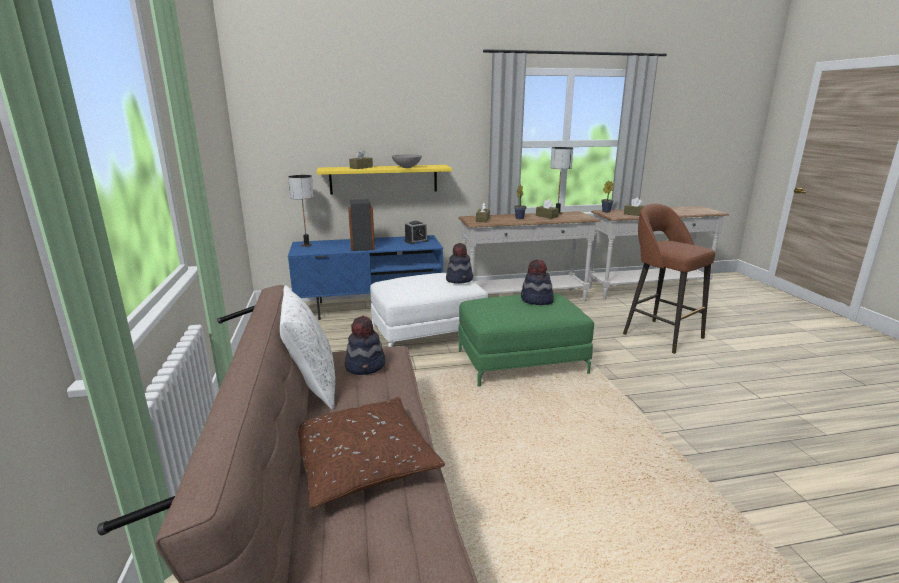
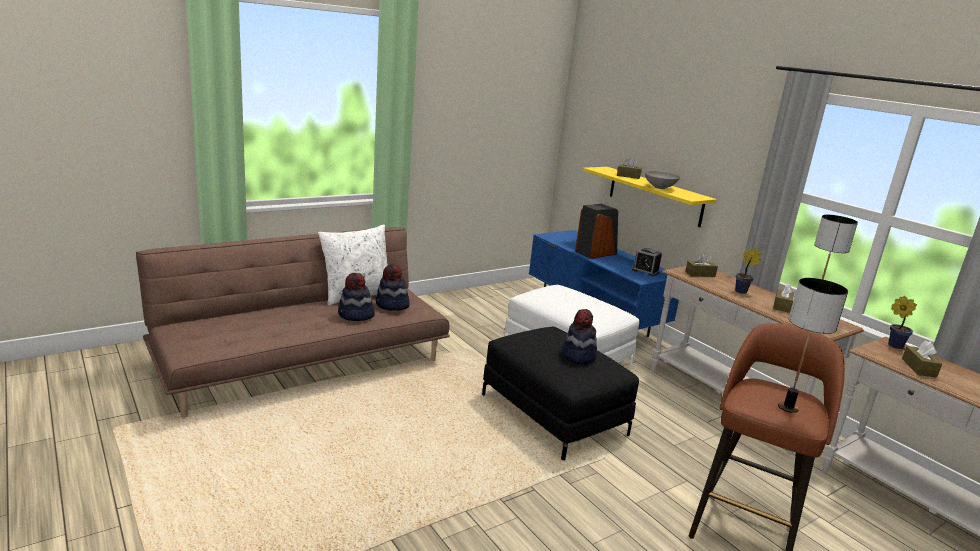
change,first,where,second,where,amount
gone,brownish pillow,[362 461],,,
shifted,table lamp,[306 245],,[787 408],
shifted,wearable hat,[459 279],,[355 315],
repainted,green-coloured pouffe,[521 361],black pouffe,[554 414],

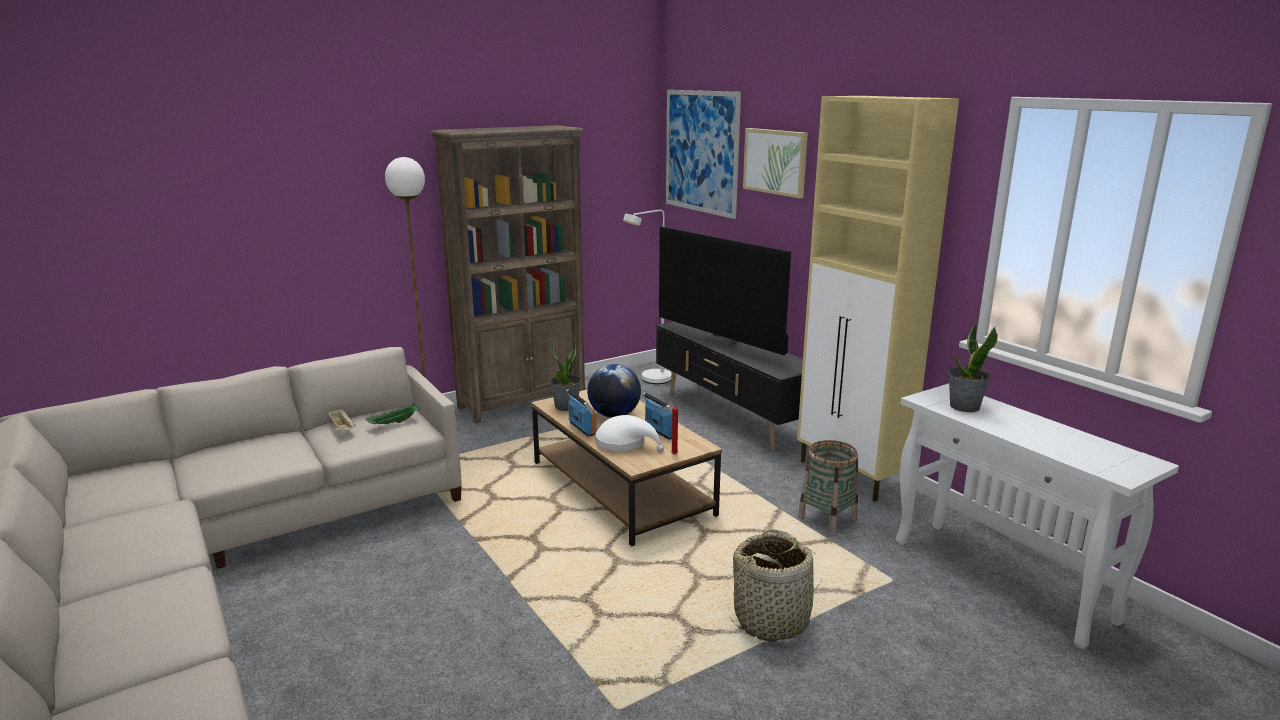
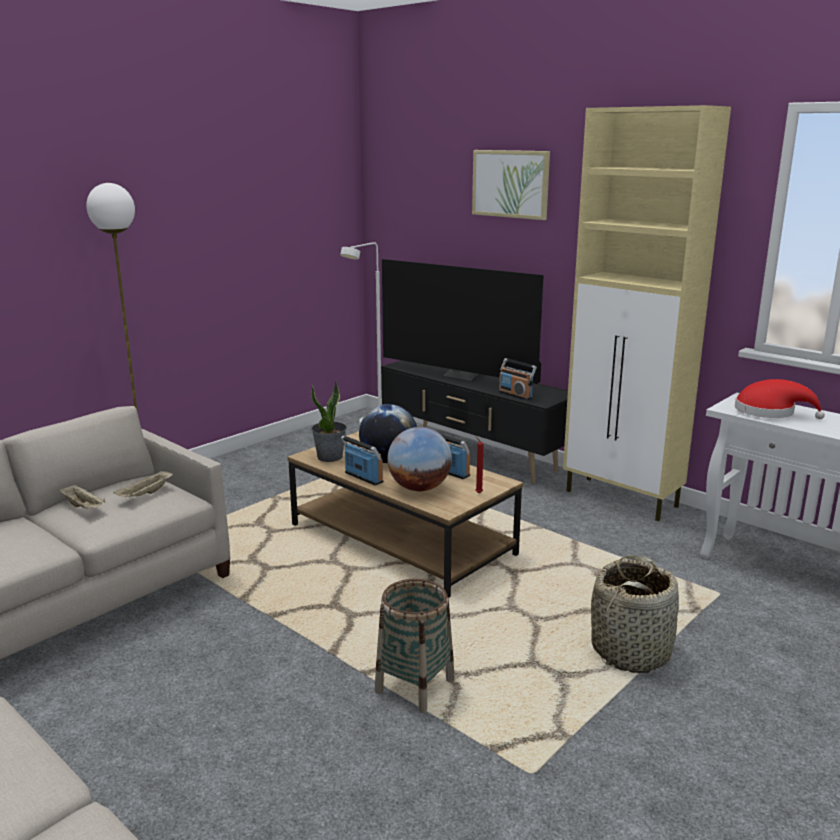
change,first,where,second,where,amount
gone,brownish shelving unit,[523 402],,,
gone,wall picture,[701 152],,,
new,,,radio set,[515 395],
shifted,basket,[827 518],,[414 686],
swapped,white wearable hat,[624 443],world globe,[419 488],
swapped,plant in a pot,[964 407],red-coloured wearable hat,[769 412],
repainted,green-coloured carrying tray,[394 423],beige carrying tray,[145 494],

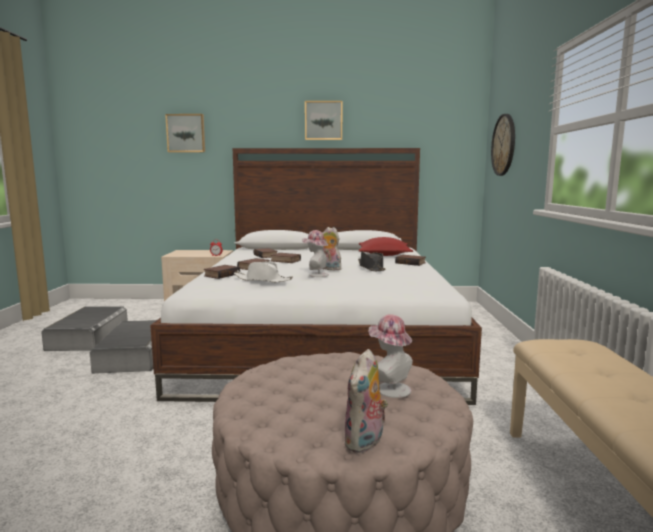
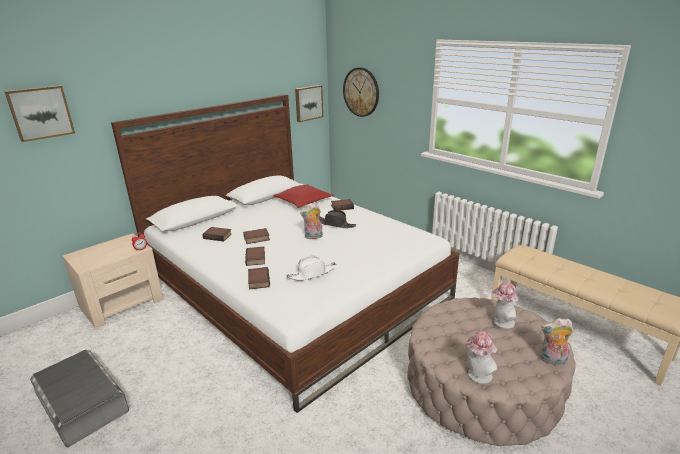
change,first,where,second,where,amount
gone,gray storage bin,[135 355],,,
shifted,wearable hat,[316 275],,[477 376],
shifted,wall picture,[323 120],,[308 103],
rotated,cuddly toy,[365 443],,[552 360],120 degrees clockwise

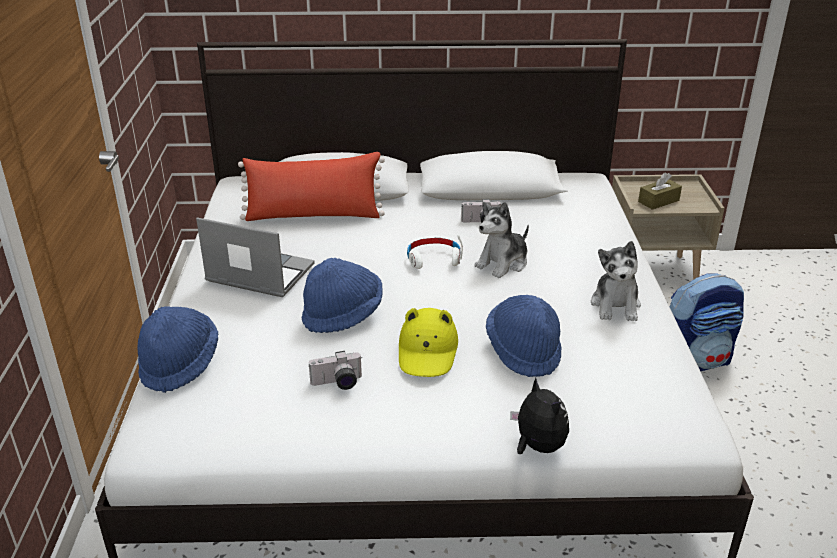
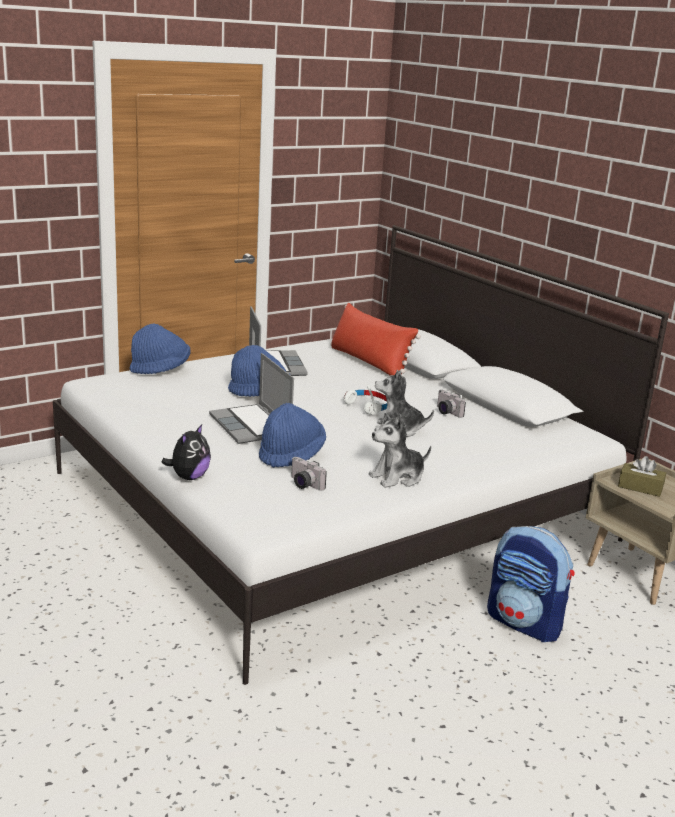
change,first,where,second,where,amount
shifted,still camera,[337 383],,[303 484],
swapped,yellowish wearable hat,[428 351],notebook computer,[252 426],

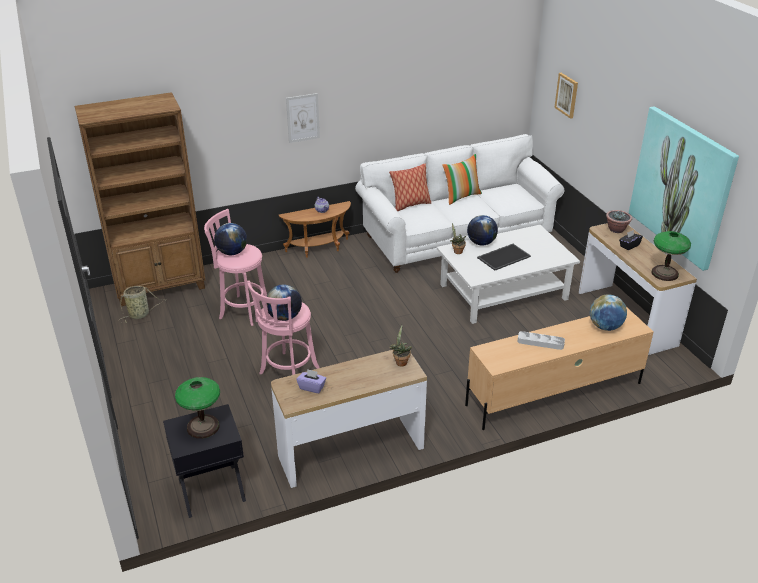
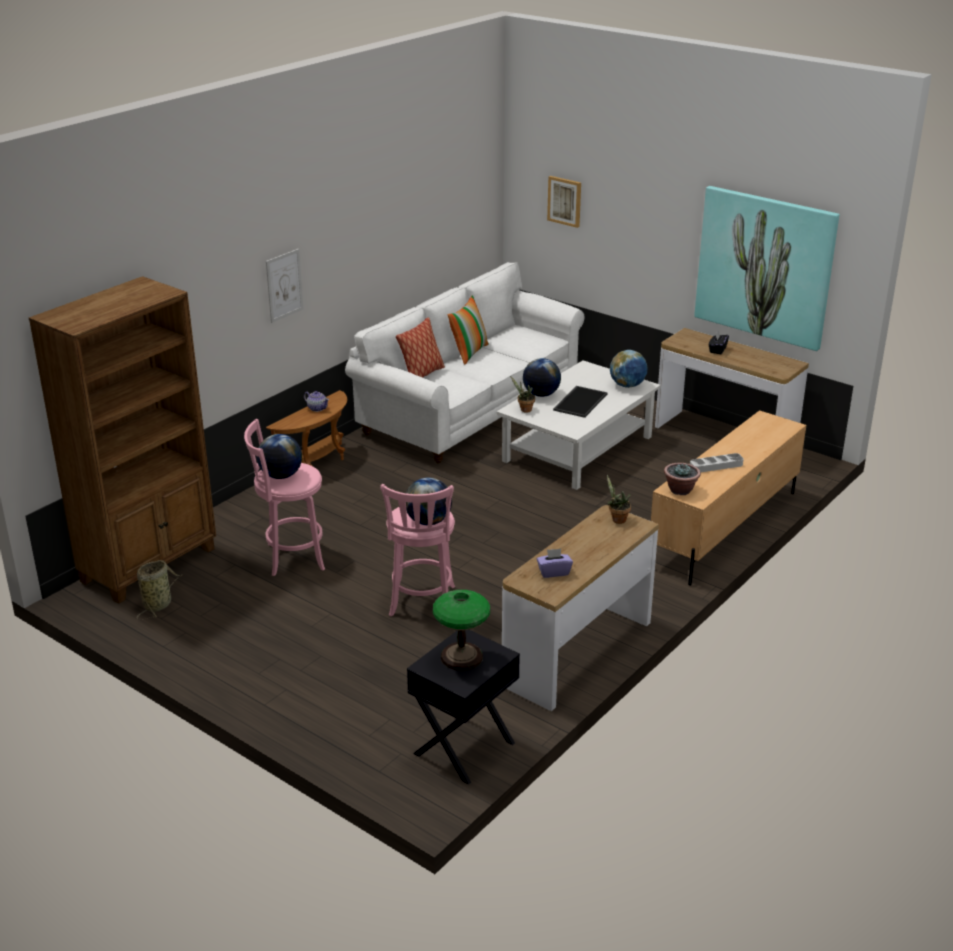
change,first,where,second,where,amount
gone,table lamp,[664 273],,,
shifted,world globe,[605 327],,[627 385],
shifted,plant in a pot,[616 229],,[680 490],

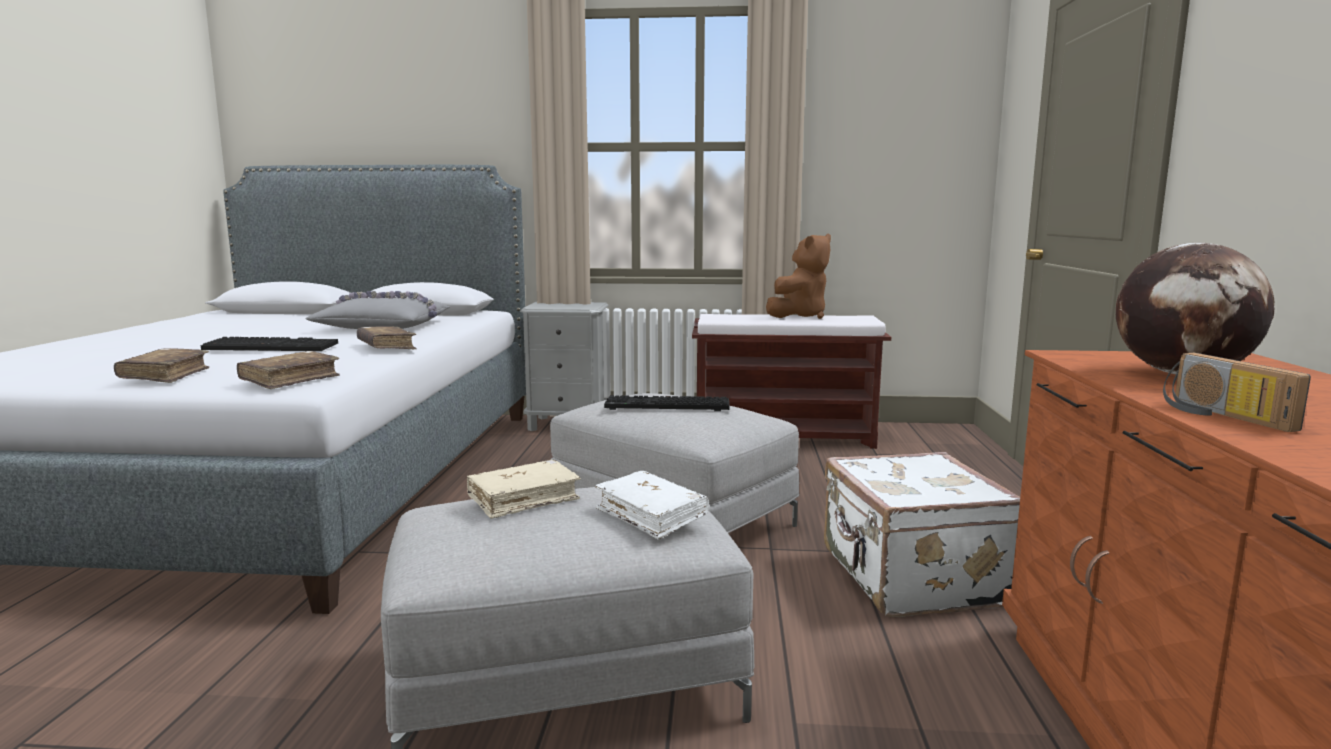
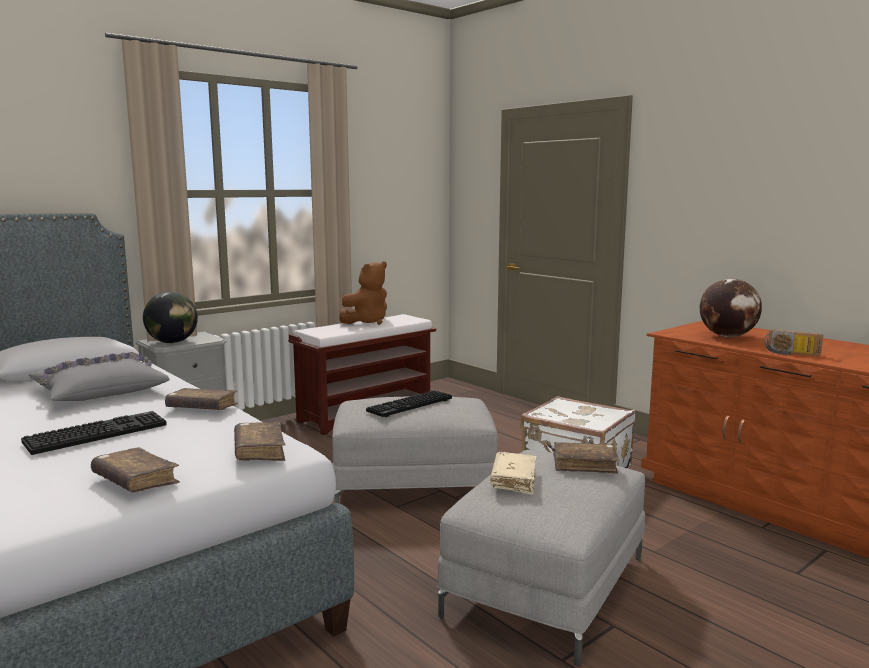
change,first,where,second,where,amount
new,,,world globe,[172 342],
repainted,white book,[651 515],brownish book,[584 465],
rotated,brownish cuddly toy,[799 316],,[366 322],45 degrees clockwise

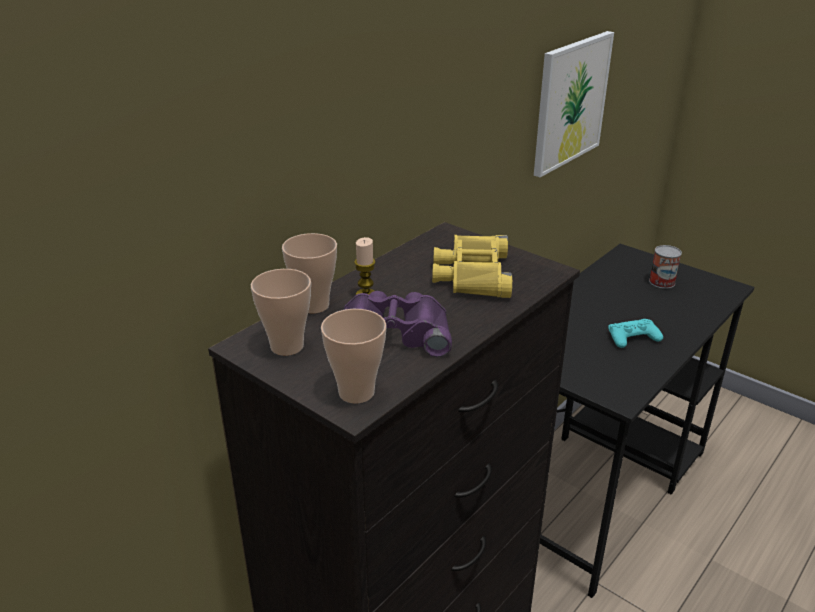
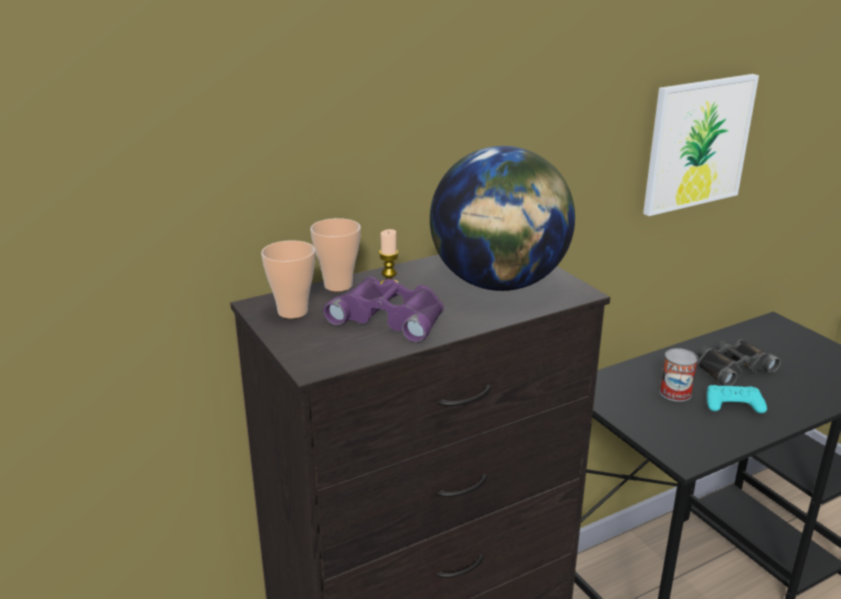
change,first,where,second,where,amount
gone,drinking cup,[356 392],,,
new,,,black binoculars,[731 367],
shifted,can,[662 282],,[675 393],
swapped,yellowish binoculars,[472 274],world globe,[499 284],

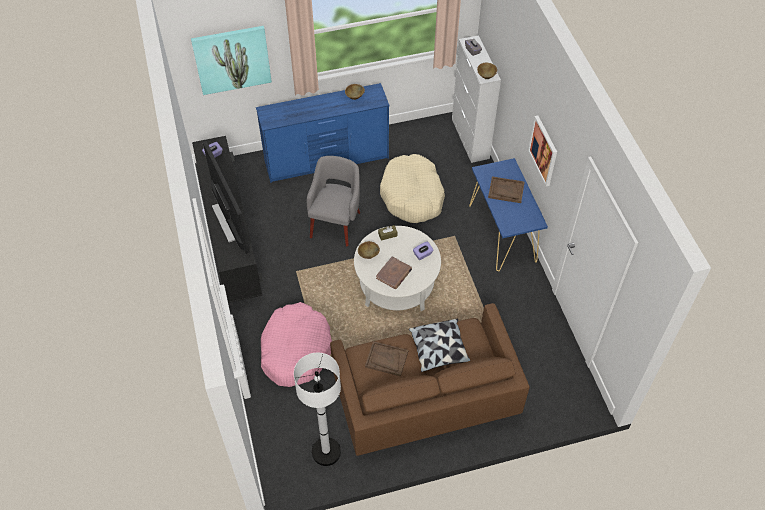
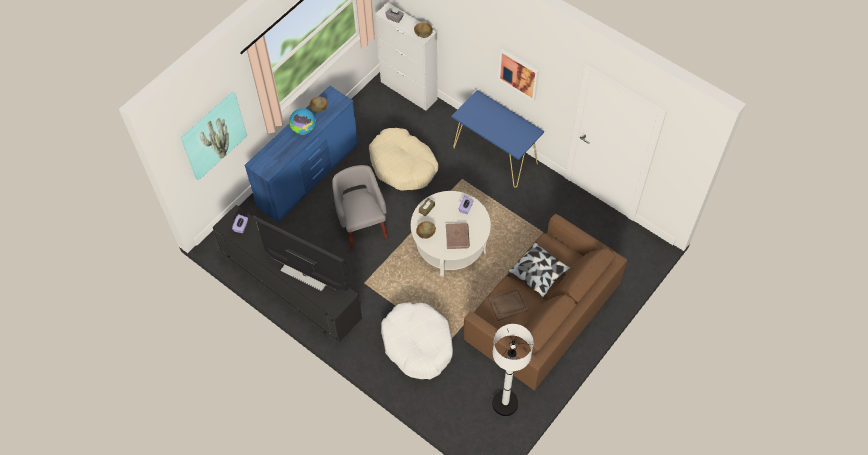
change,first,where,second,where,amount
gone,brownish carrying tray,[506 190],,,
new,,,world globe,[303 129],
repainted,pink pet bed,[295 350],white pet bed,[417 344],

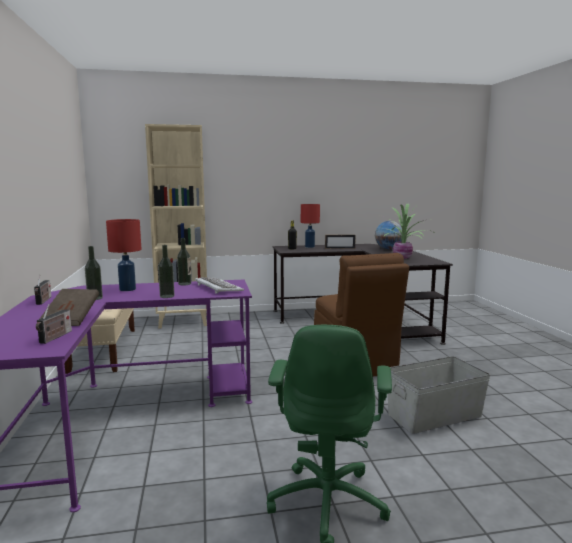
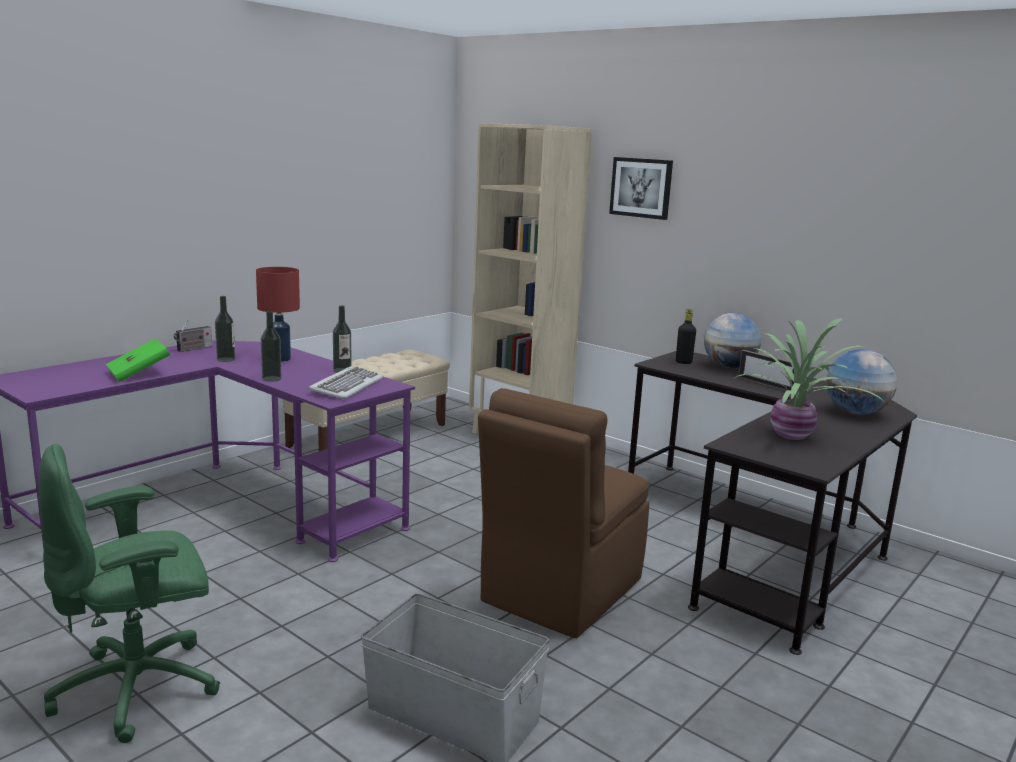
change,first,where,second,where,amount
gone,radio set,[55 337],,,
new,,,wall picture,[641 187],
swapped,red-coloured table lamp,[310 247],world globe,[729 367],
repainted,brownish book,[72 319],green-coloured book,[139 374],

